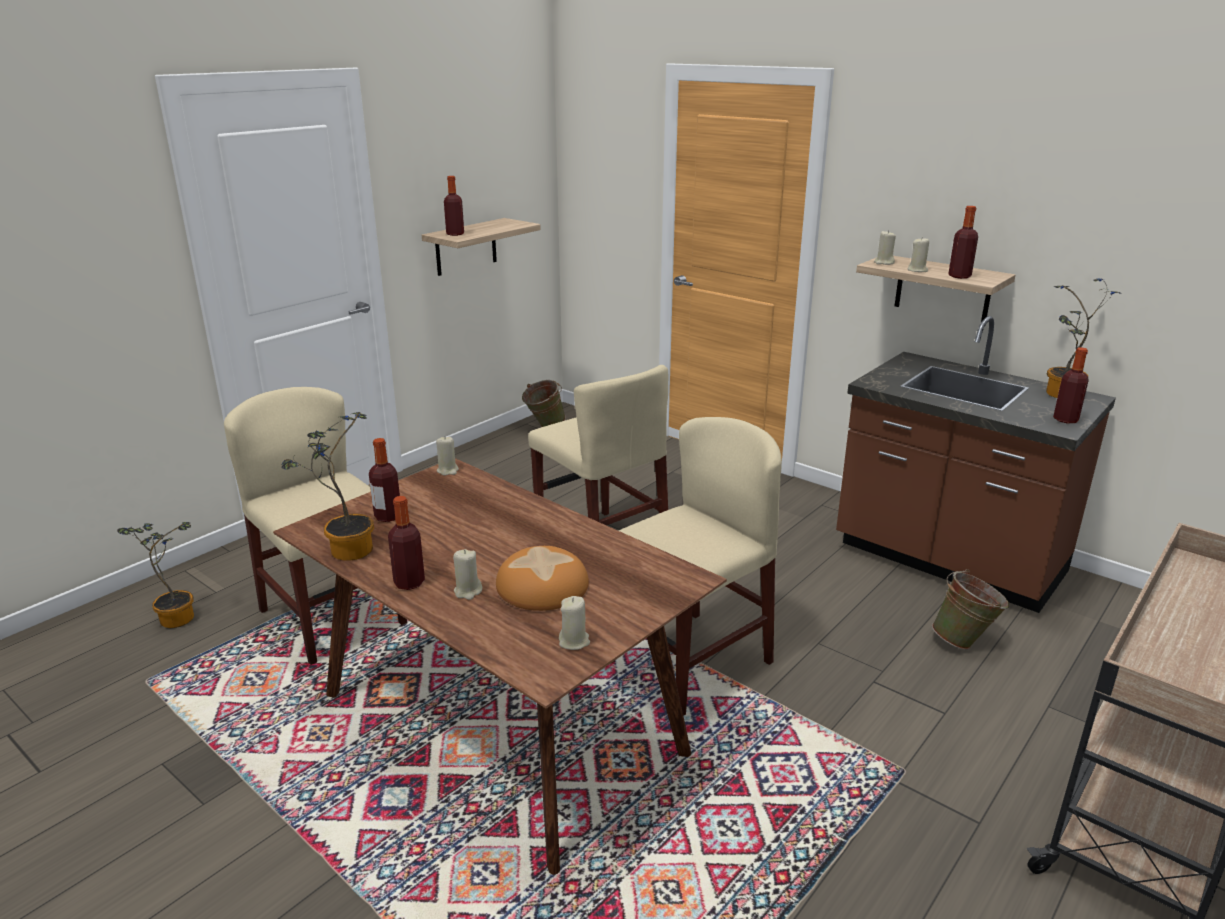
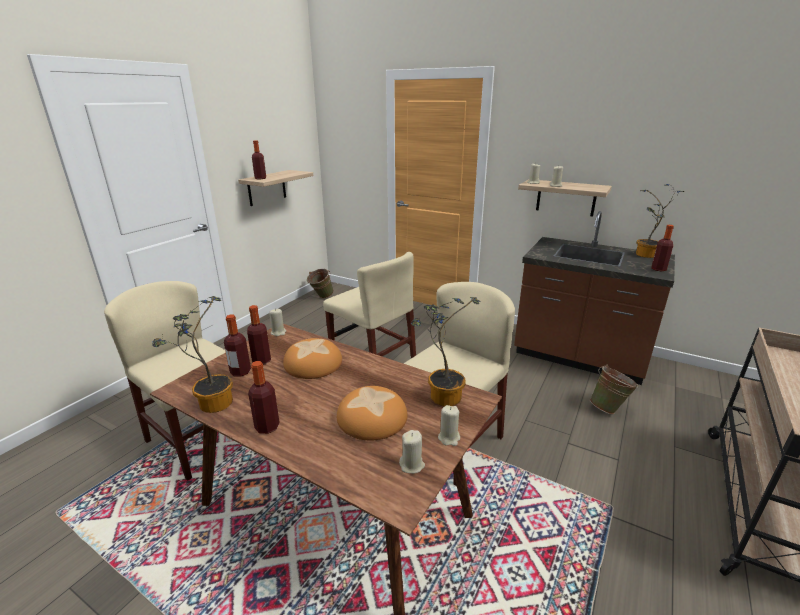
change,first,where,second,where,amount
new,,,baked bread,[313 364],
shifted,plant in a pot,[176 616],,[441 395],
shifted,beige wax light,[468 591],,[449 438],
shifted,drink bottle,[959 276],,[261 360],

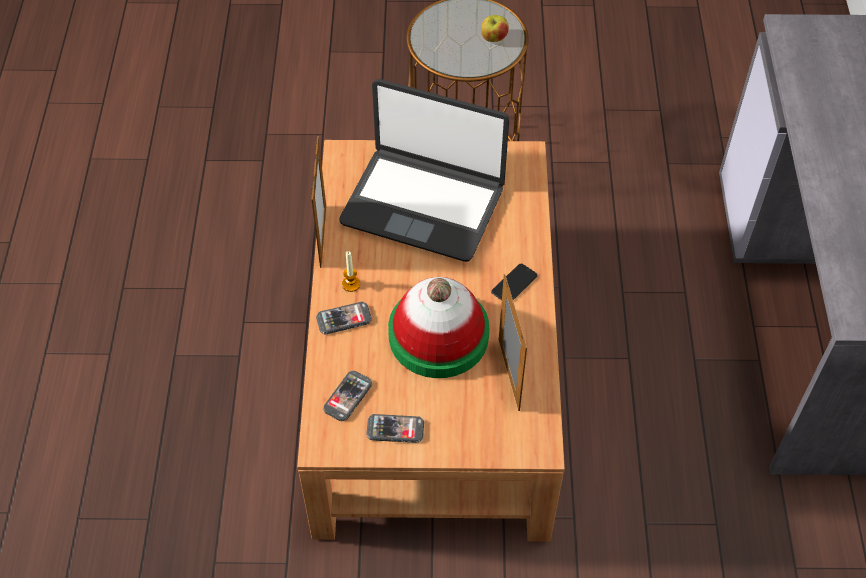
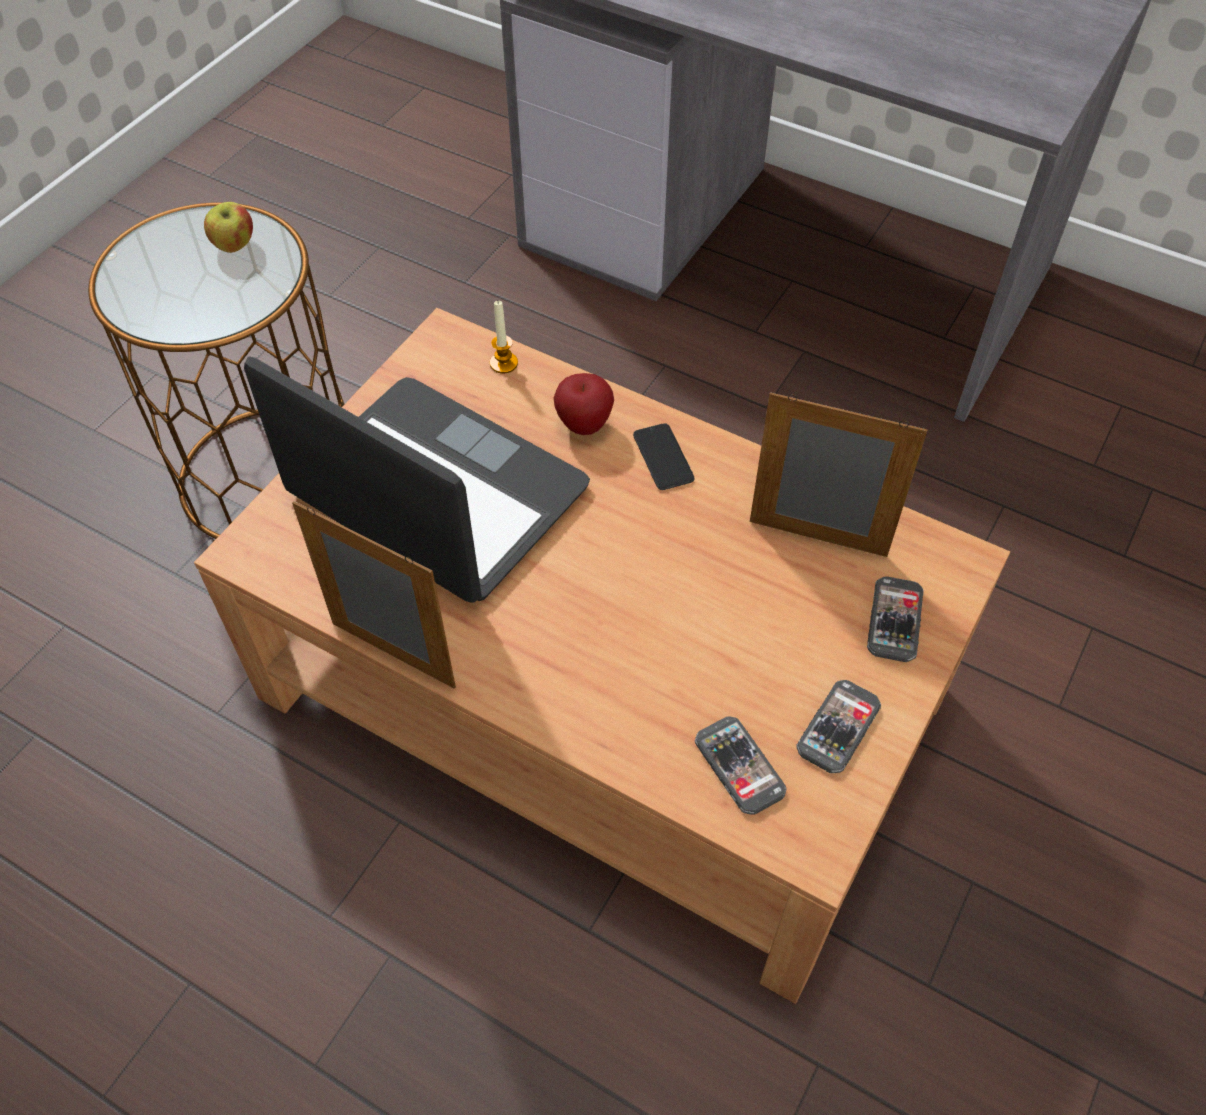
change,first,where,second,where,amount
gone,wearable hat,[438 335],,,
new,,,apple,[584 425],
shifted,handset,[344 319],,[894 620],
shifted,wax light,[351 284],,[503 363],
rotated,notebook computer,[423 204],,[436 494],105 degrees counterclockwise

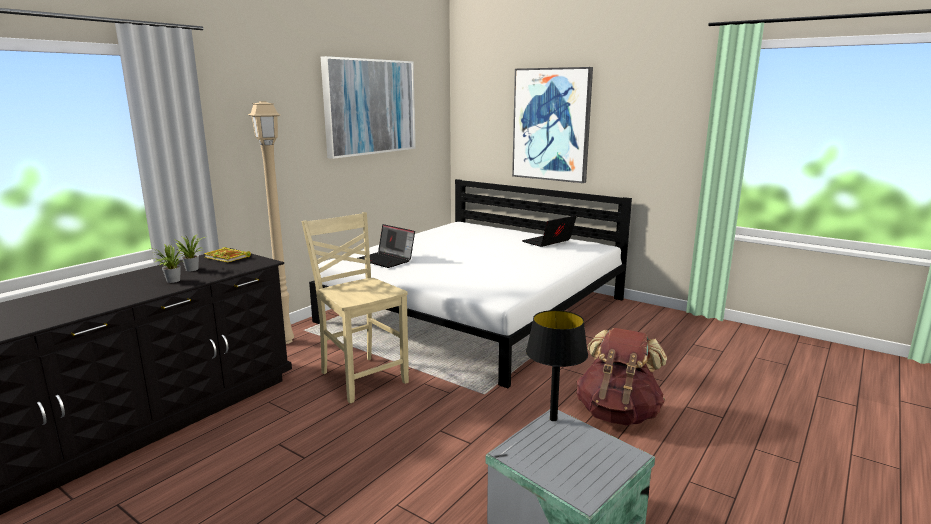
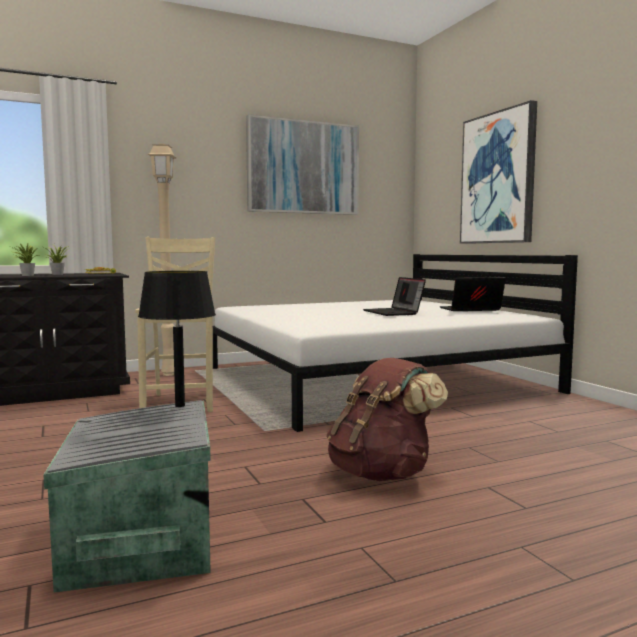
change,first,where,second,where,amount
shifted,notebook computer,[387 260],,[394 313],

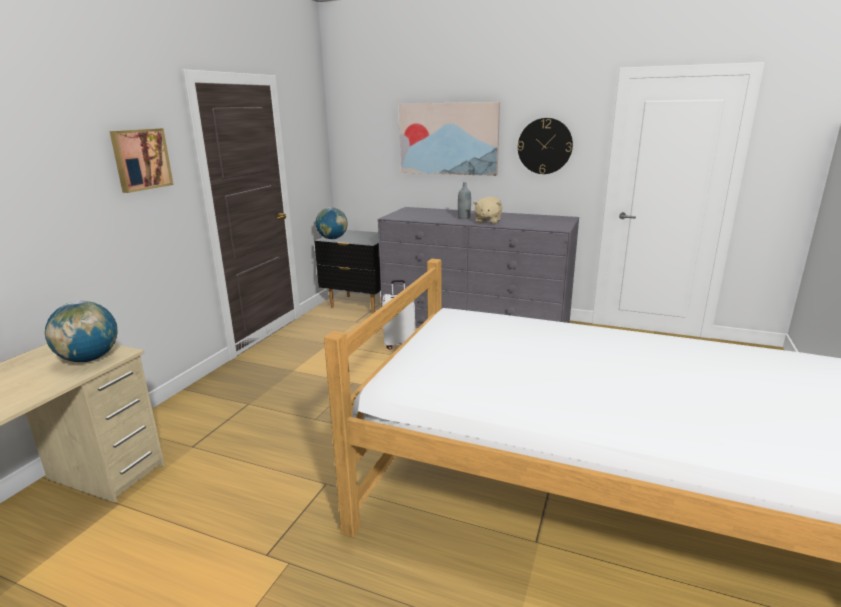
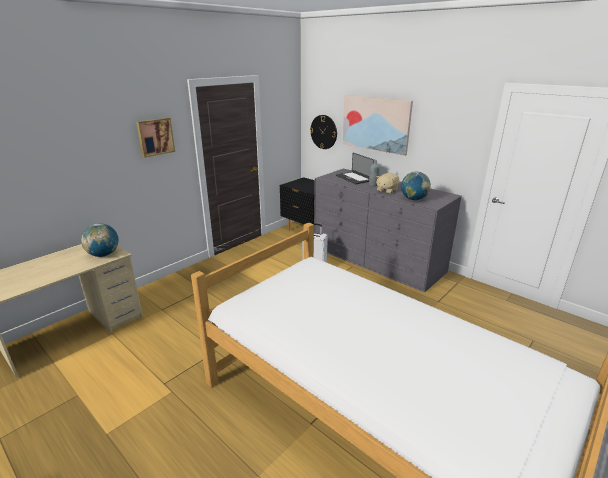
change,first,where,second,where,amount
new,,,notebook computer,[354 178],
shifted,world globe,[332 239],,[413 199],
shifted,hanging clock,[544 146],,[323 132],

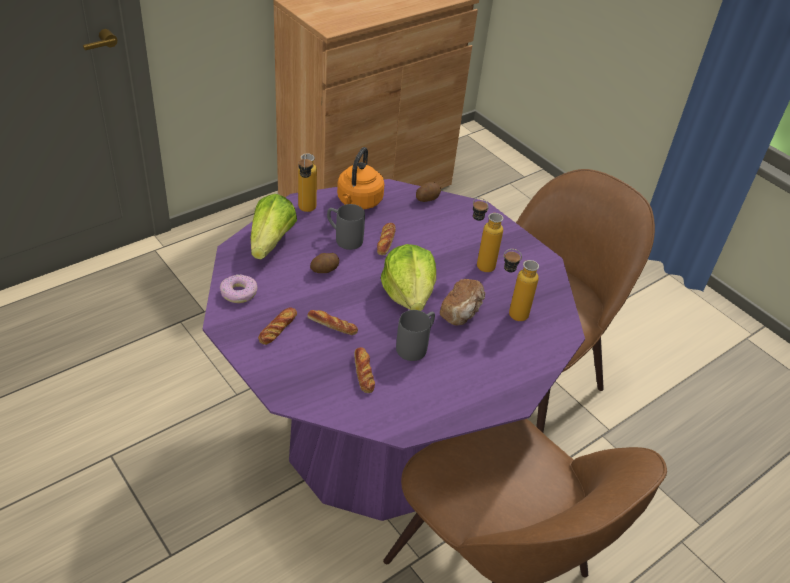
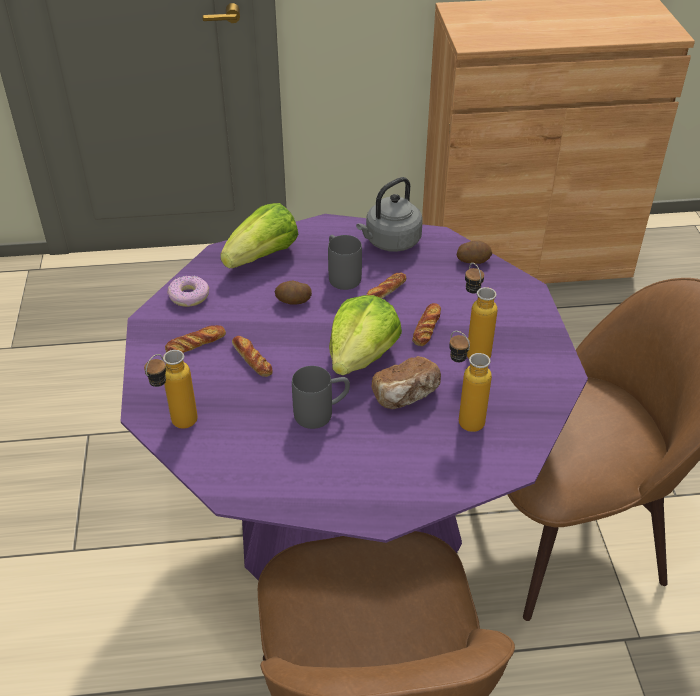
change,first,where,second,where,amount
shifted,drink bottle,[306 212],,[177 427],
shifted,baked bread,[363 373],,[426 328],
repainted,orange tea kettle,[358 202],gray tea kettle,[390 242],

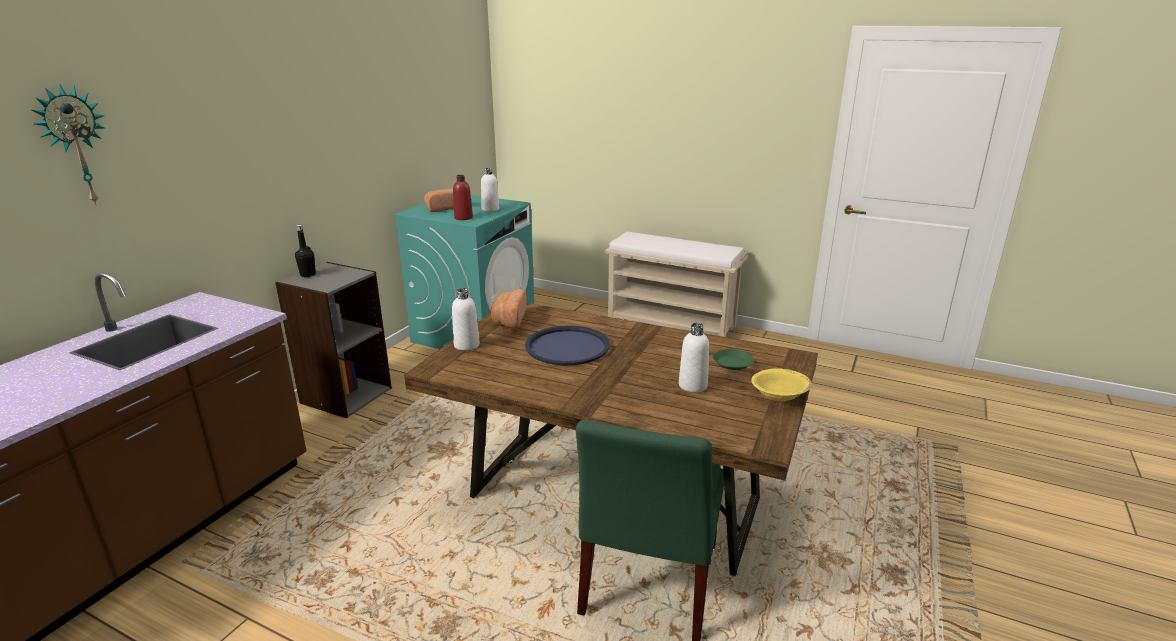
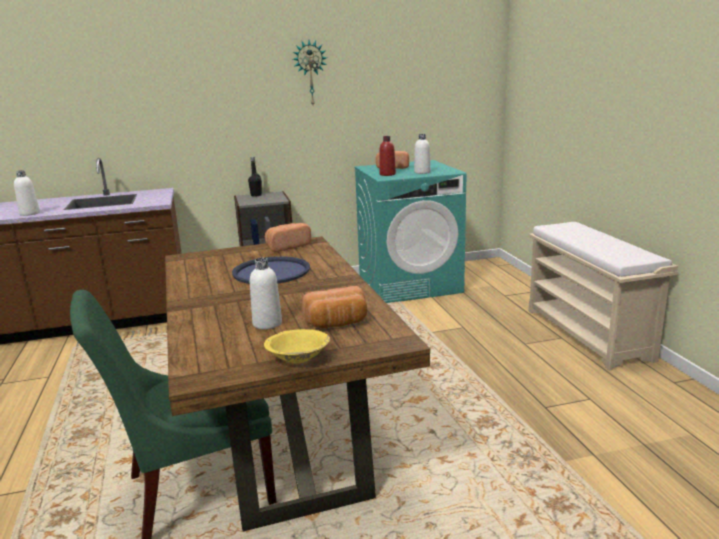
change,first,where,second,where,amount
shifted,hanging clock,[75 146],,[310 73],
shifted,white drink bottle,[466 345],,[29 213],
swapped,green-coloured plate,[732 363],baked bread,[337 323],

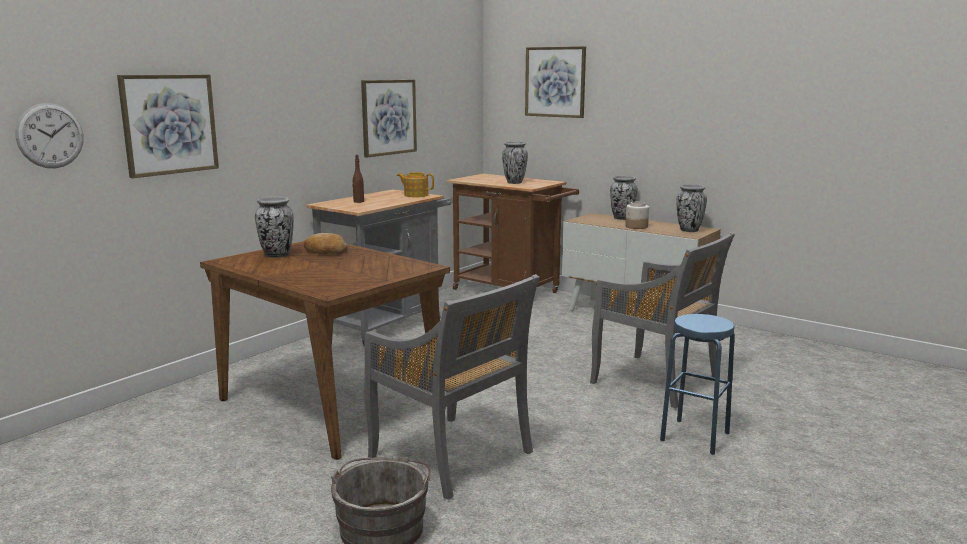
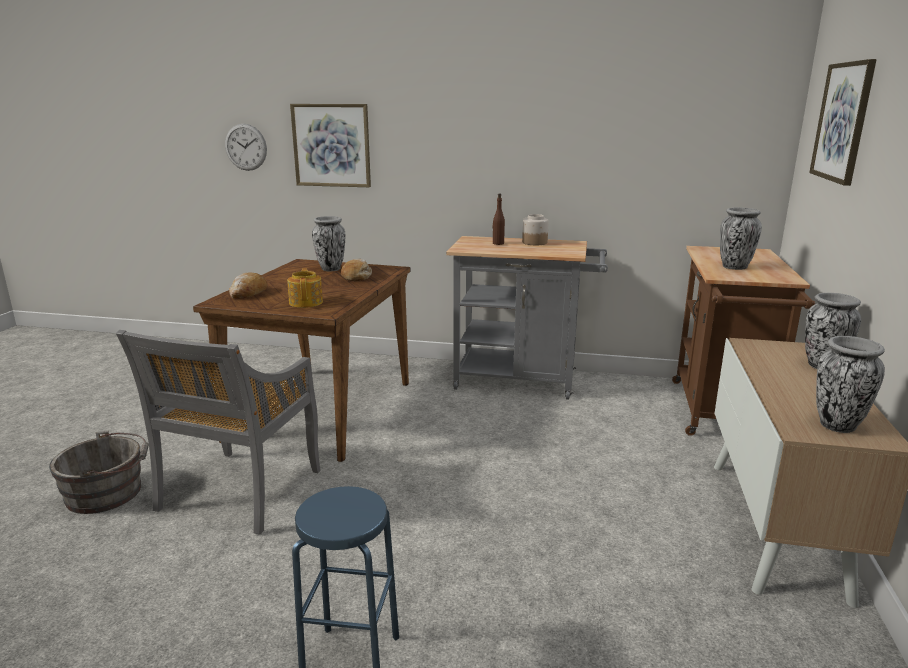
change,first,where,second,where,amount
gone,wall picture,[388 117],,,
gone,gray plain chair,[657 381],,,
new,,,baked bread,[248 293],
shifted,teapot,[415 195],,[306 302],
shifted,storage jar,[636 226],,[534 242],

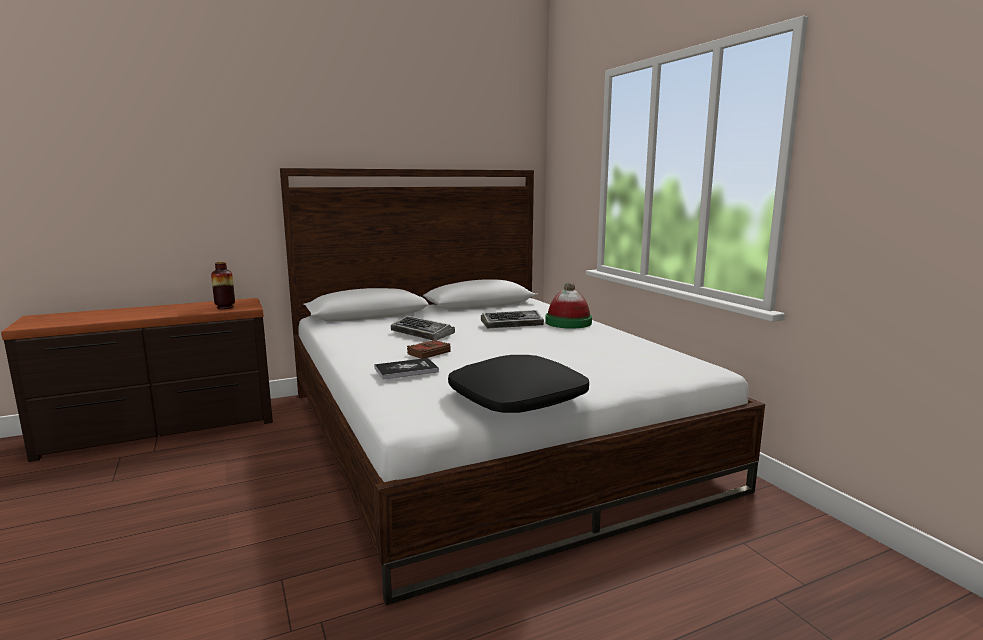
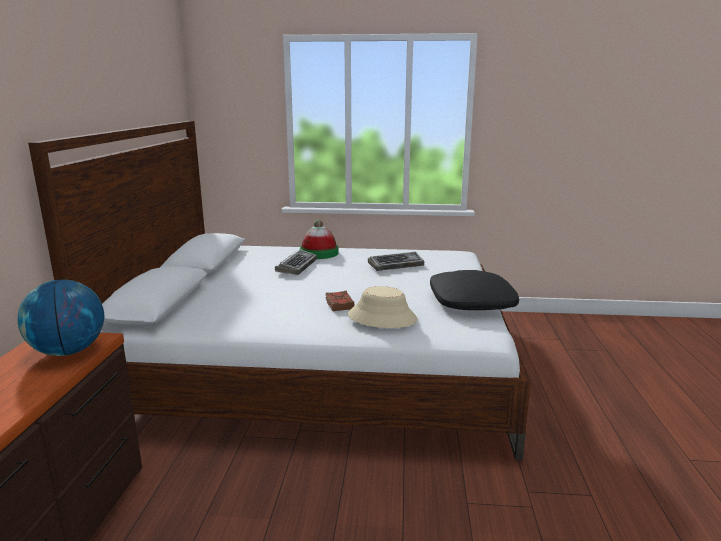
change,first,where,second,where,amount
shifted,PC keyboard,[423 333],,[396 265],
swapped,decorative vase,[225 307],world globe,[68 351],
swapped,book,[406 370],beige wearable hat,[382 317],

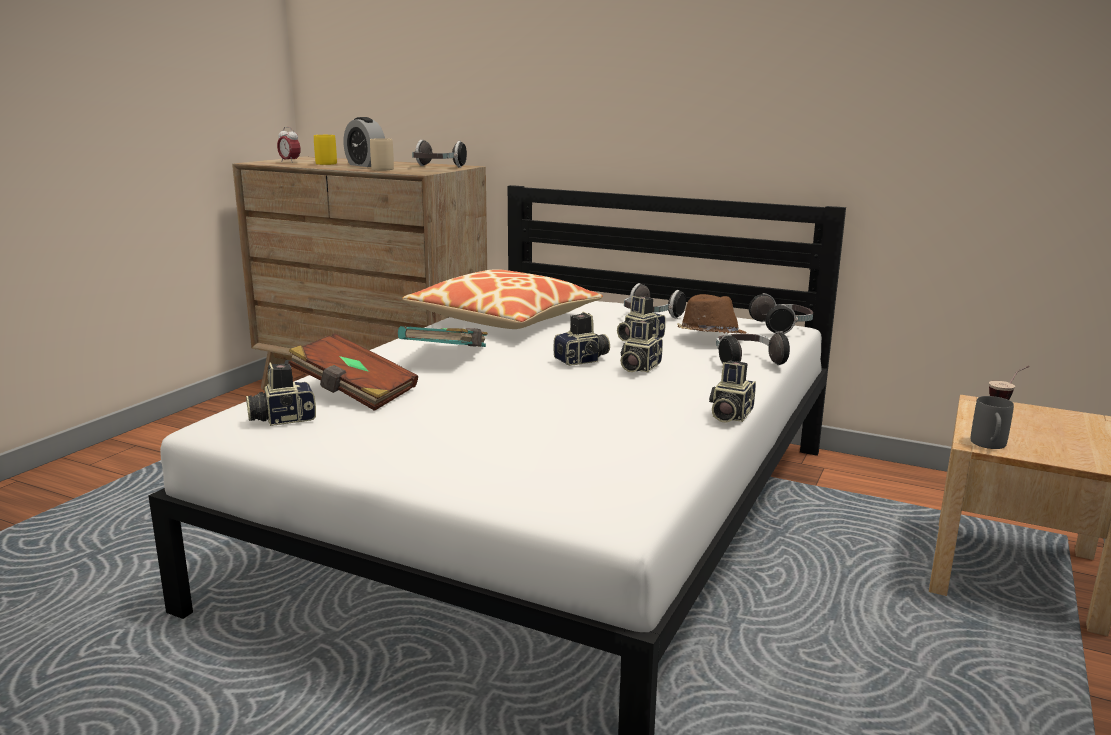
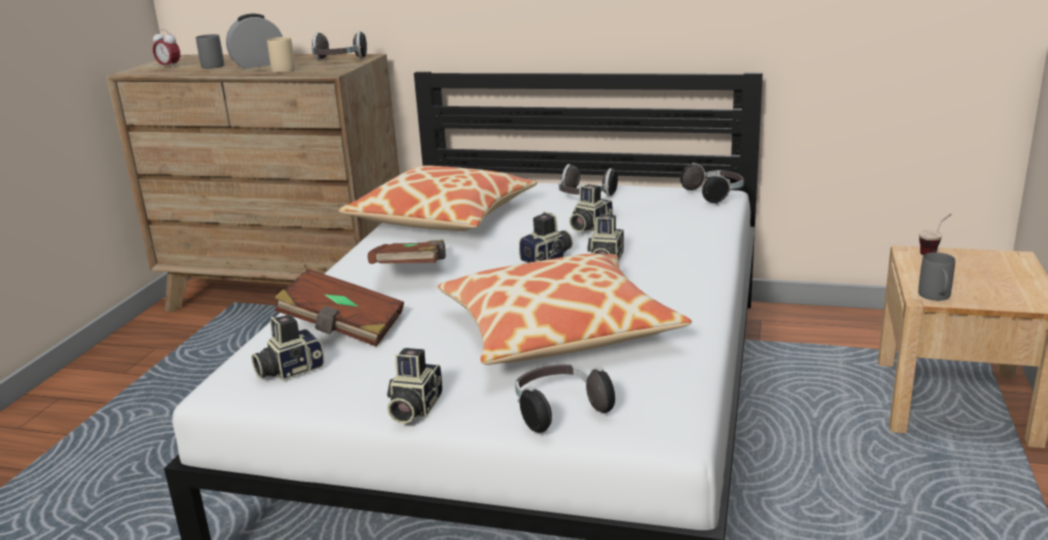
change,first,where,second,where,amount
gone,brownish wearable hat,[709 337],,,
new,,,pillow,[557 330],
shifted,still camera,[729 415],,[413 408],
shifted,headphones,[746 362],,[559 411],
repainted,yellowish coffee mug,[325 163],gray coffee mug,[210 65],
repainted,turquoise book,[447 357],brownish book,[412 272],
rotated,bedside clock,[365 165],,[258 65],120 degrees clockwise

